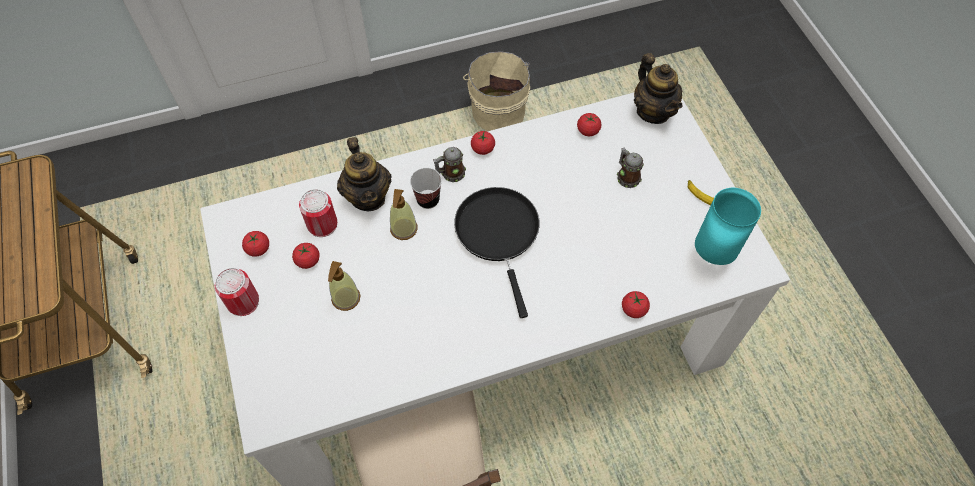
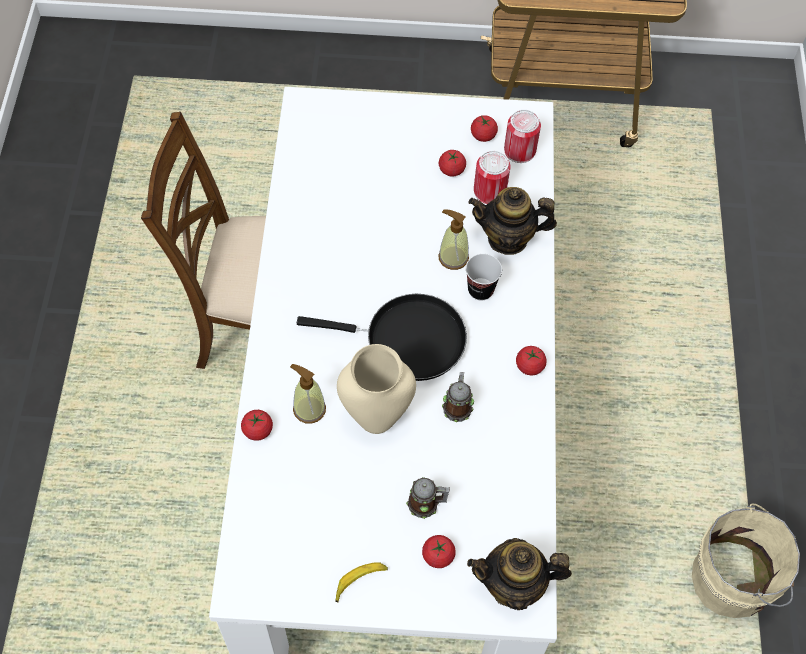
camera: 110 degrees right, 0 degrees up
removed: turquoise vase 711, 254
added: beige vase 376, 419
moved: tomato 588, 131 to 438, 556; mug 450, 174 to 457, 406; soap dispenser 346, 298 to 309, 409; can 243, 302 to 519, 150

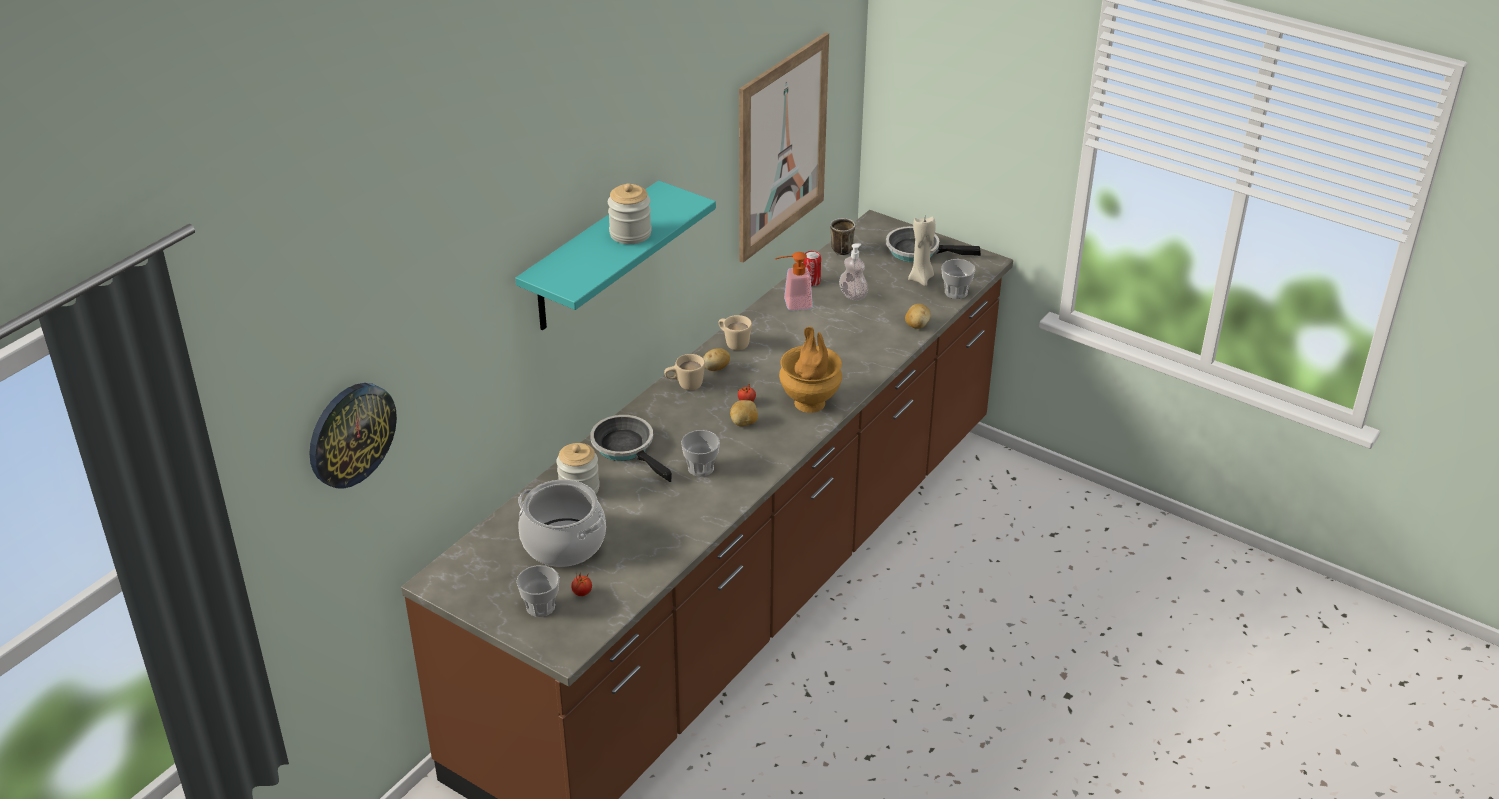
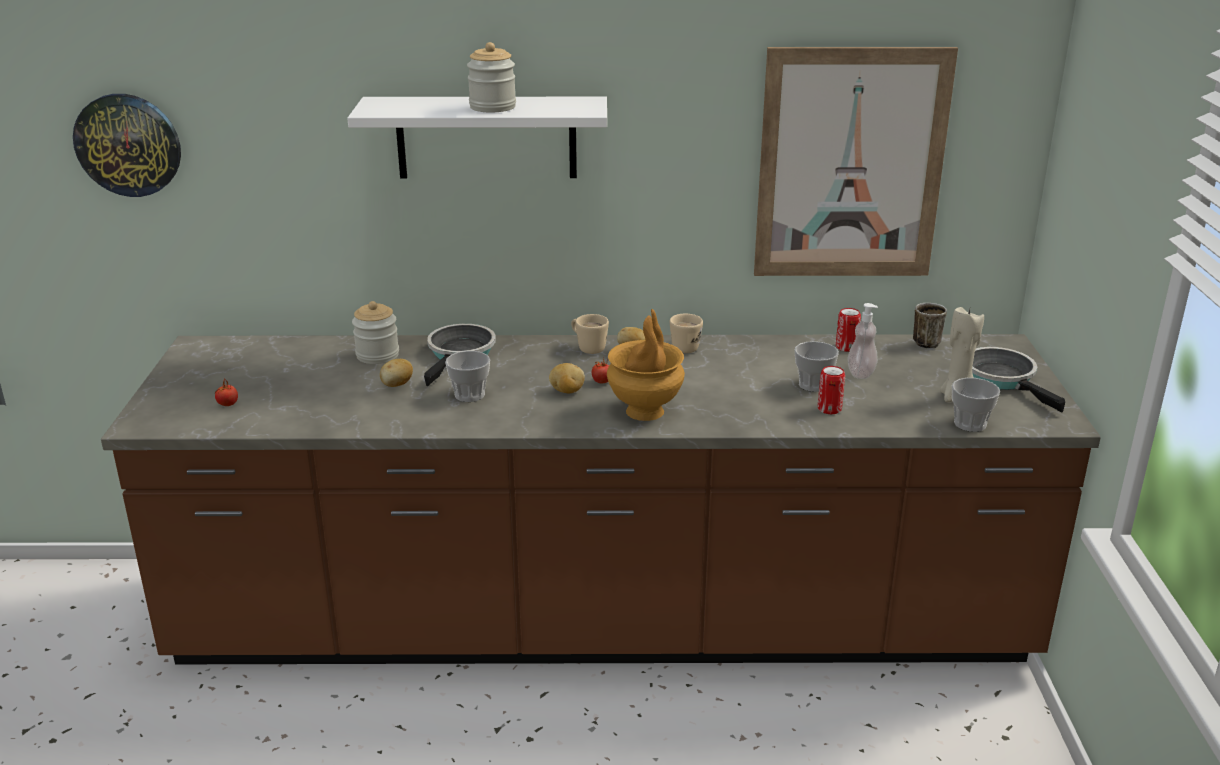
camera: 55 degrees right, 10 degrees down
removed: soap dispenser 792, 304; cooking pot 563, 543
added: can 829, 409
moved: potato 917, 325 to 397, 385; cup 540, 607 to 813, 385
recoloured: turquoise shelf 591, 259 to white shelf 486, 137

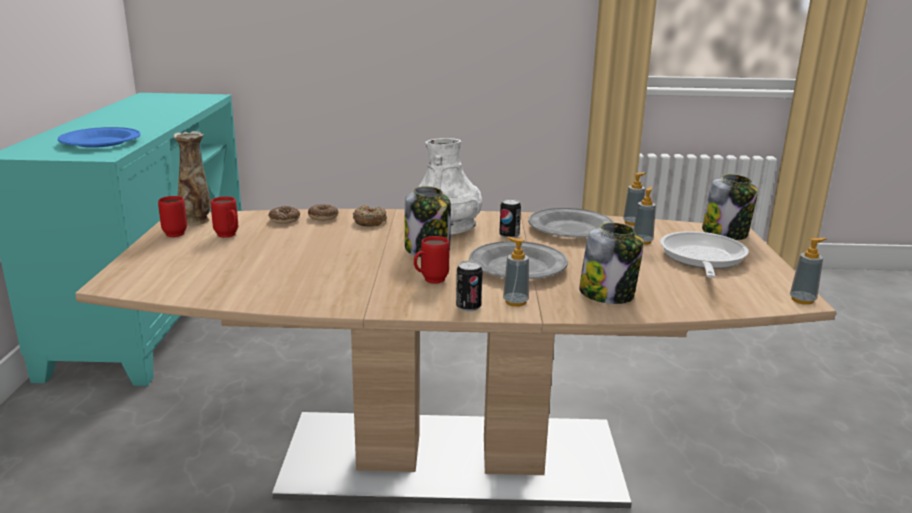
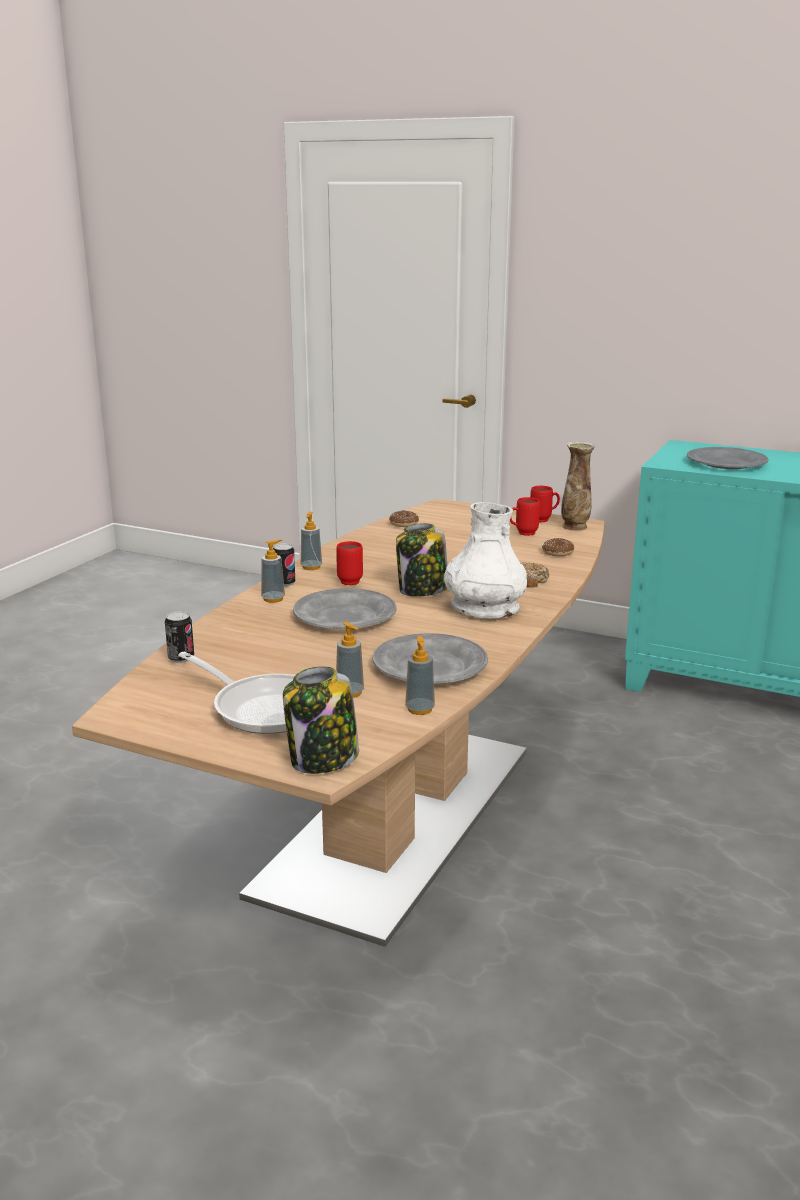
camera: 115 degrees right, 0 degrees up
removed: jar 608, 294
moved: can 509, 236 to 181, 658; donut 323, 217 to 404, 524; soap dispenser 802, 300 to 311, 567
recoloured: blue plate 100, 142 to grey plate 726, 463

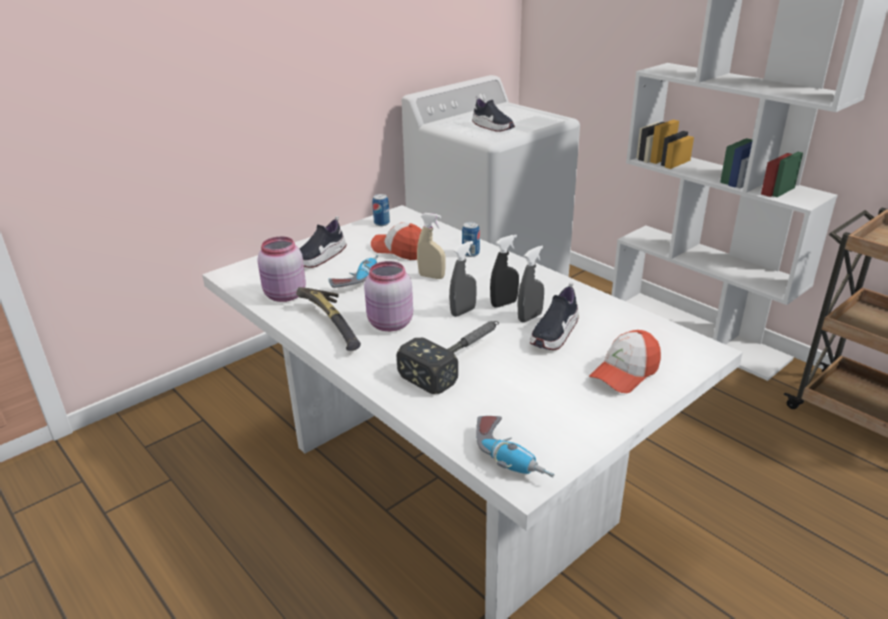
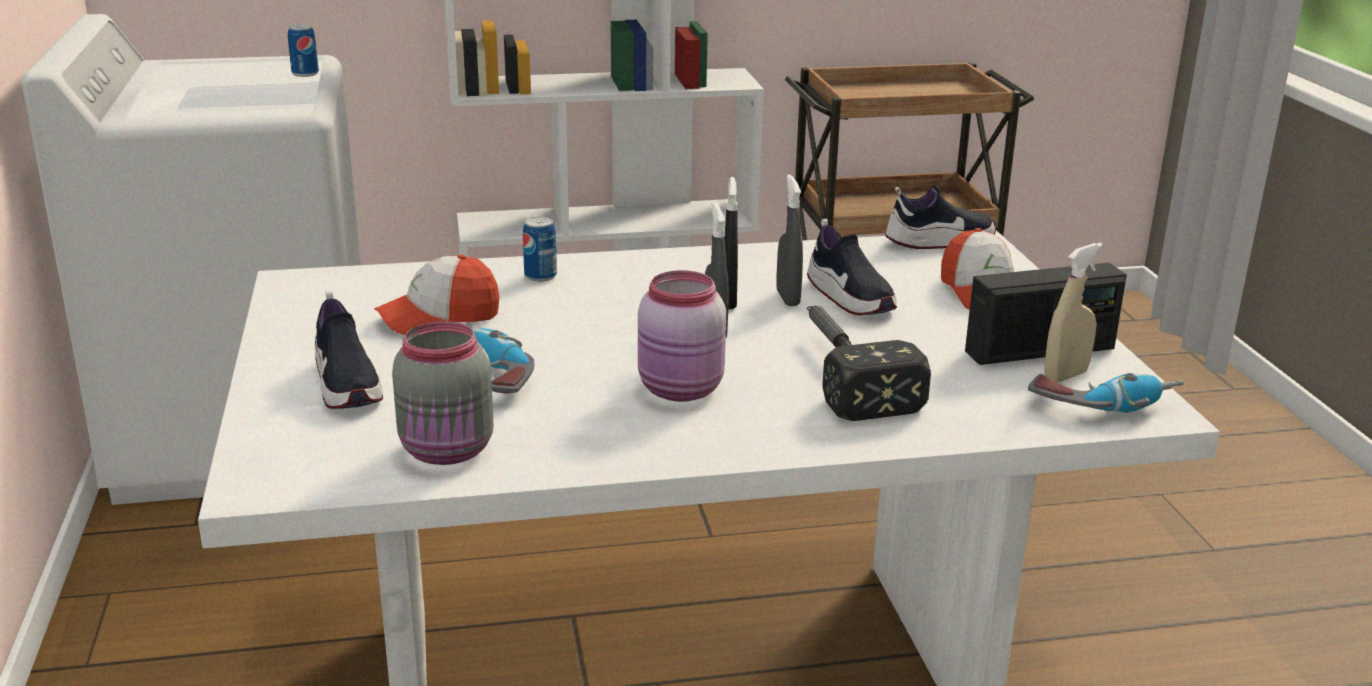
camera: 60 degrees left, 5 degrees down
removed: hammer 335, 325
added: radio 1040, 350
moved: shoe 492, 127 to 939, 242; can 382, 223 to 305, 74; beige spray bottle 431, 276 to 1065, 376
recoloured: pink jar 284, 296 to grey jar 449, 451

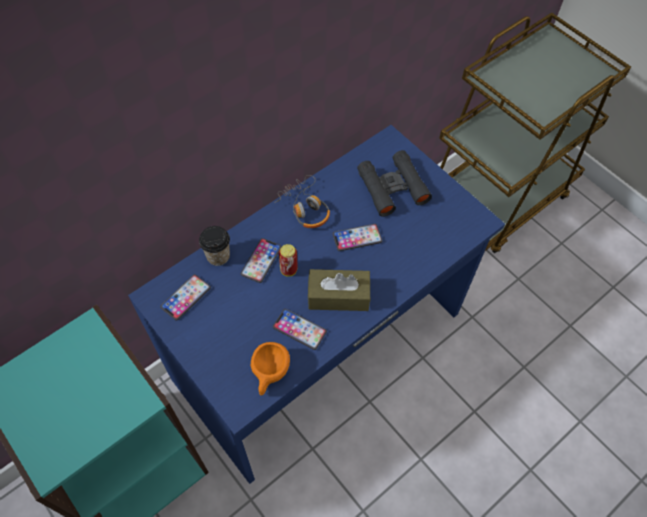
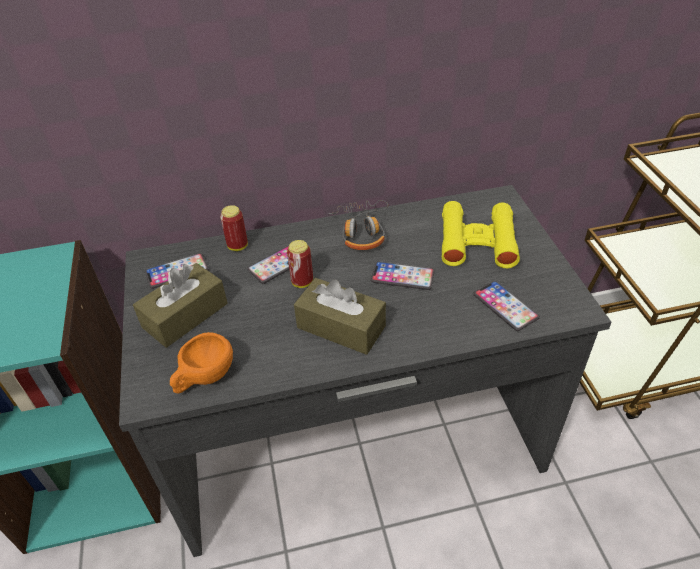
camera: 30 degrees right, 15 degrees down
added: brown tissue box 185, 315
moved: phone 299, 329 to 505, 306
replaced: cup 218, 256 to can 237, 246
recoloured: blue desk 320, 348 to grey desk 358, 441; black binoculars 392, 187 to yellow binoculars 477, 241

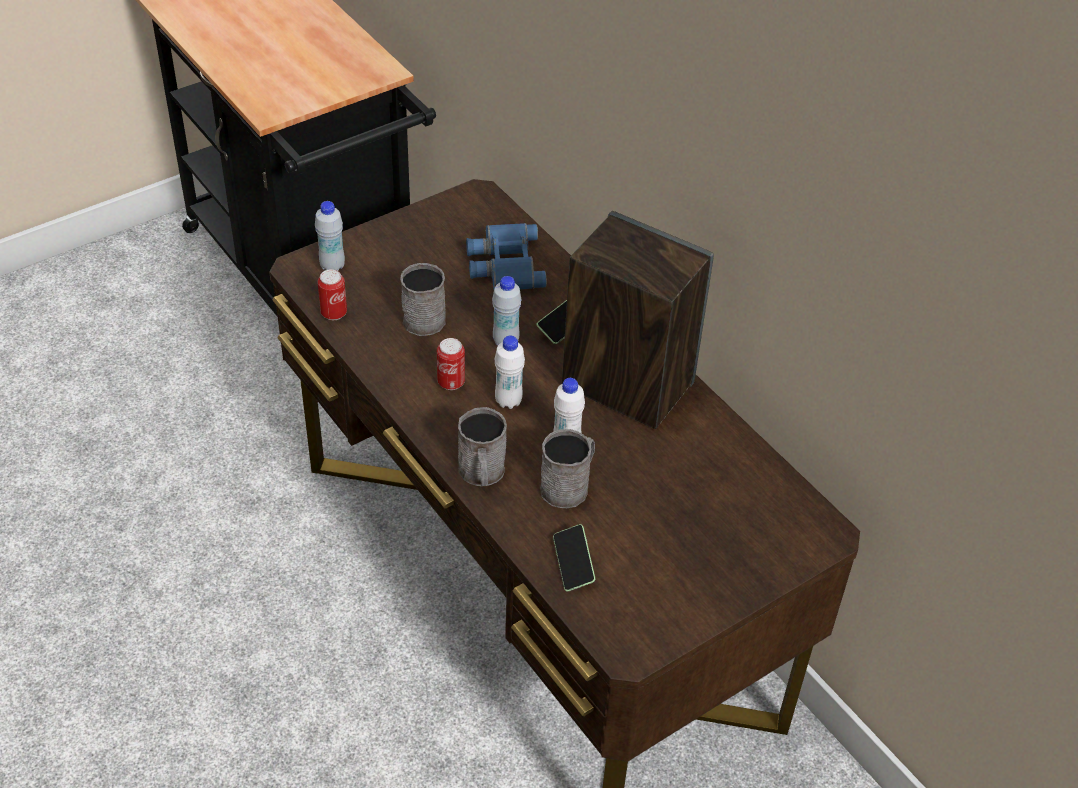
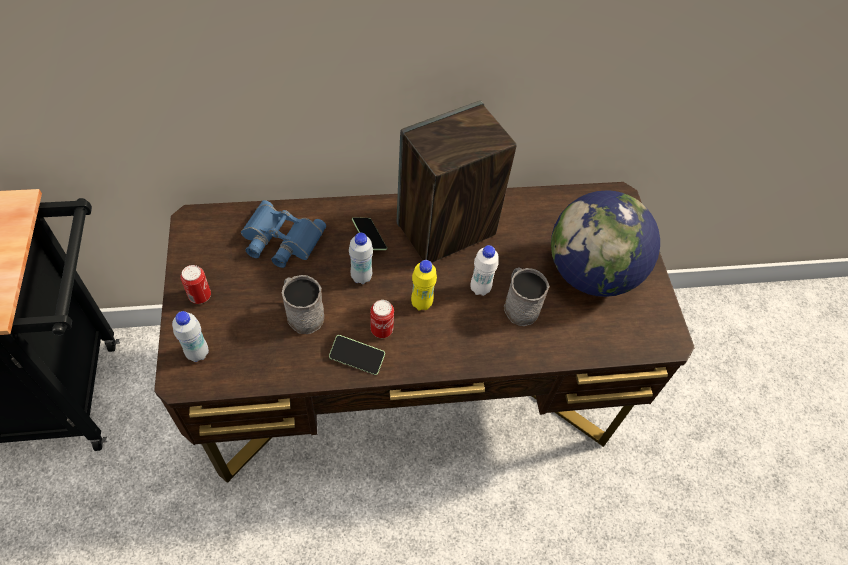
camera: 65 degrees left, 10 degrees up
removed: grey mug 482, 474
added: globe 591, 273
moved: can 334, 313 to 200, 296; phone 573, 563 to 357, 358
recoloured: white bottle 508, 401 to yellow bottle 421, 303

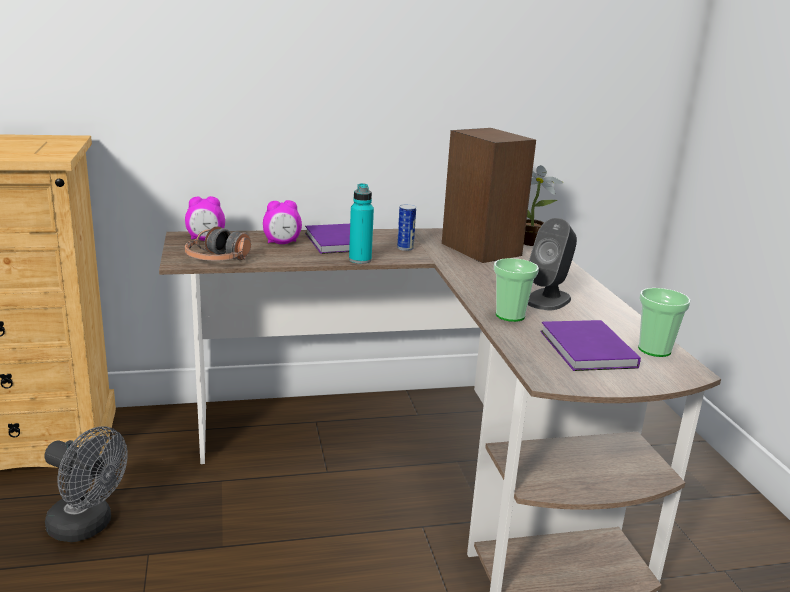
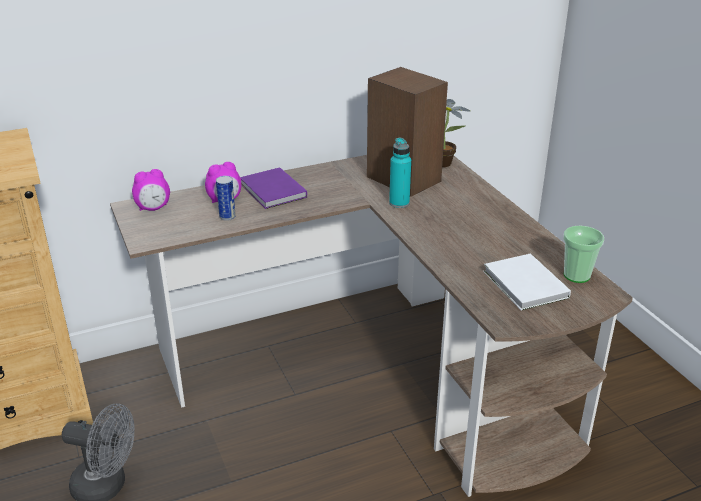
camera: 10 degrees left, 10 degrees up
removed: grey speaker 548, 299; headphones 218, 260; cup 510, 315
moved: turquoise bottle 360, 260 to 399, 203; can 405, 248 to 227, 217
recoloured: purple book 587, 350 to white book 525, 286

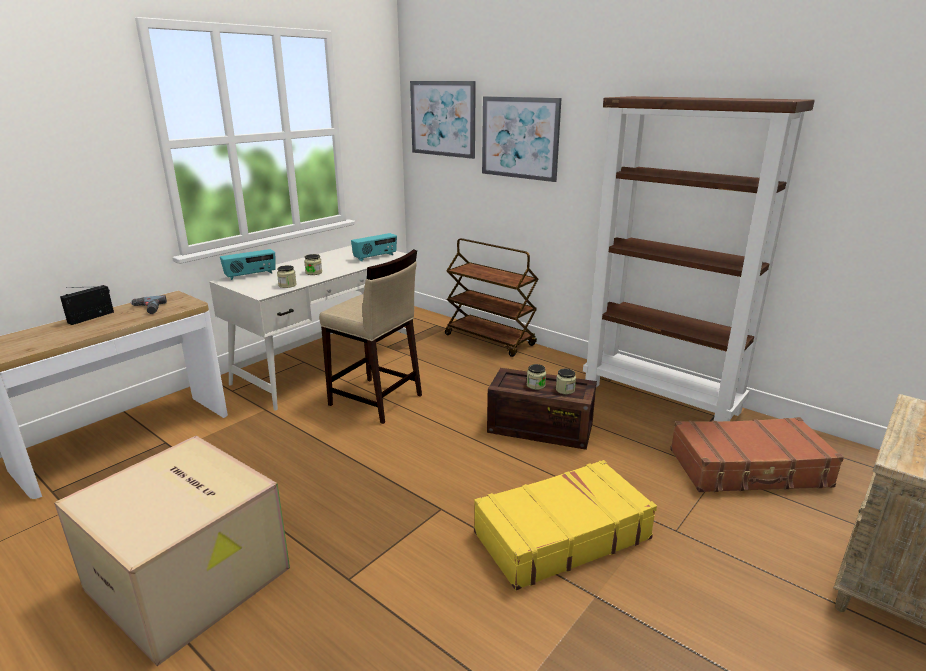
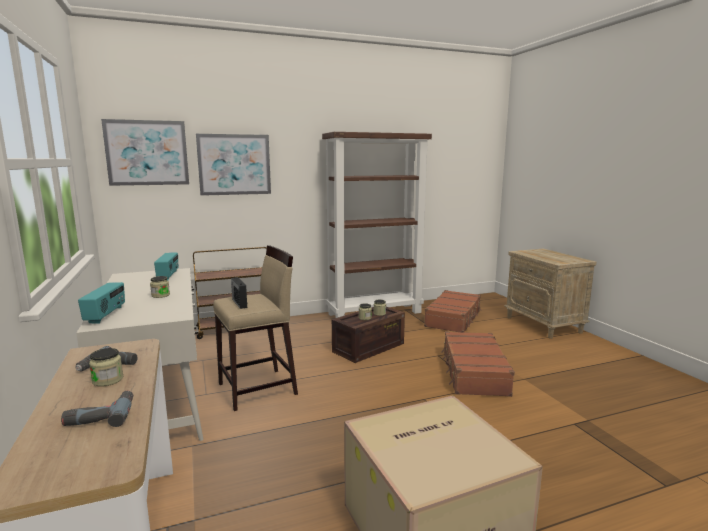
camera: 60 degrees left, 10 degrees down
added: power drill 100, 415
moved: jar 287, 285 to 108, 380; radio 92, 317 to 239, 303
recoloured: yellow suitcase 560, 535 to brown suitcase 473, 372

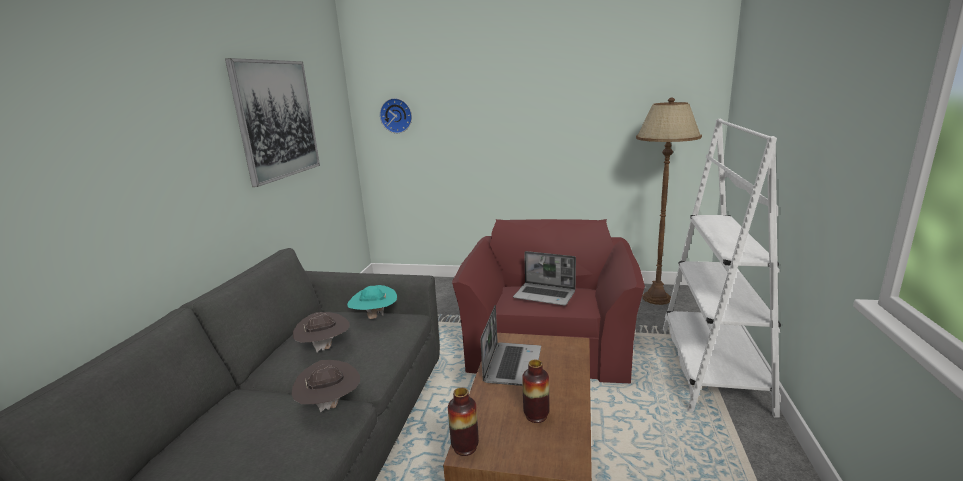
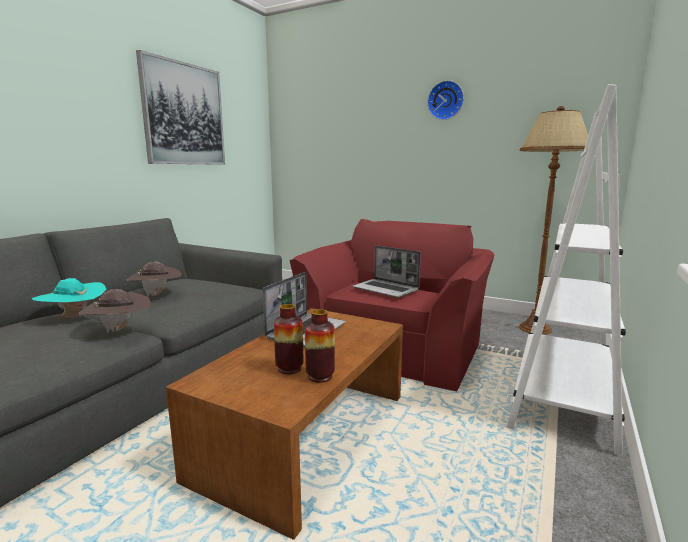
camera: 15 degrees right, 5 degrees down
moved: wall clock 396, 115 to 446, 100; turquoise hat 374, 317 to 74, 317; vase 465, 447 to 320, 376

